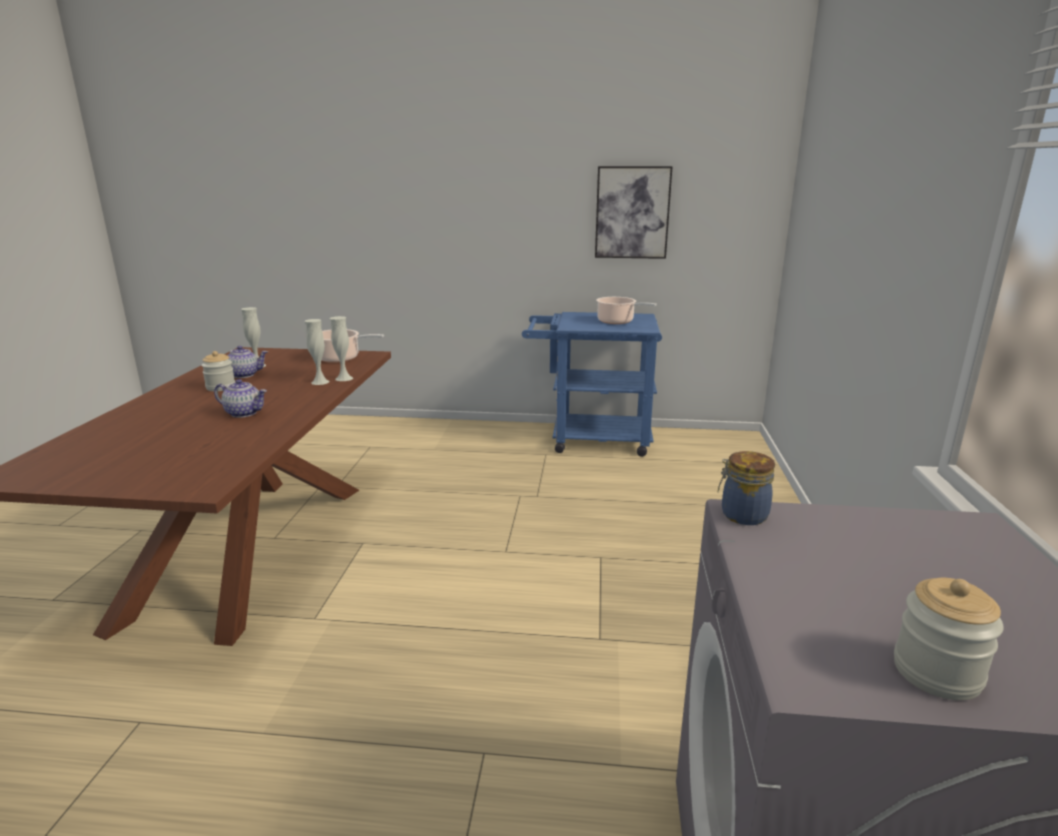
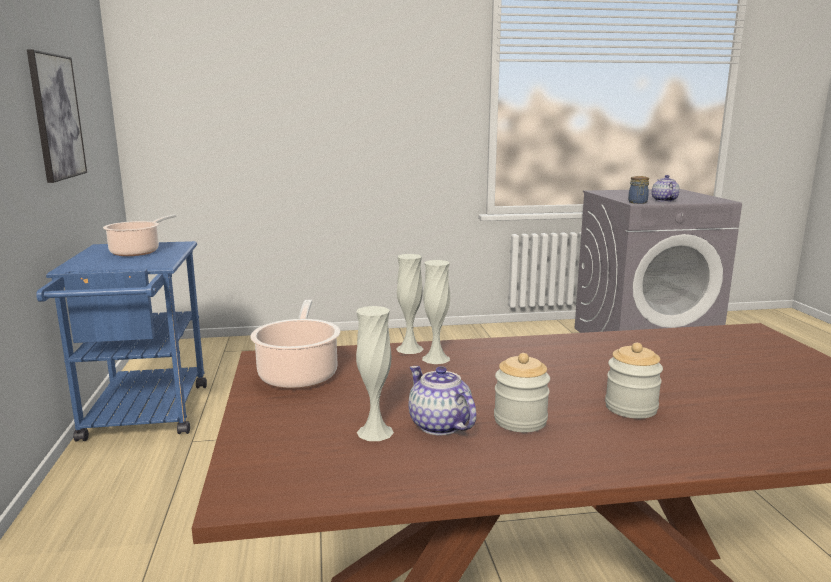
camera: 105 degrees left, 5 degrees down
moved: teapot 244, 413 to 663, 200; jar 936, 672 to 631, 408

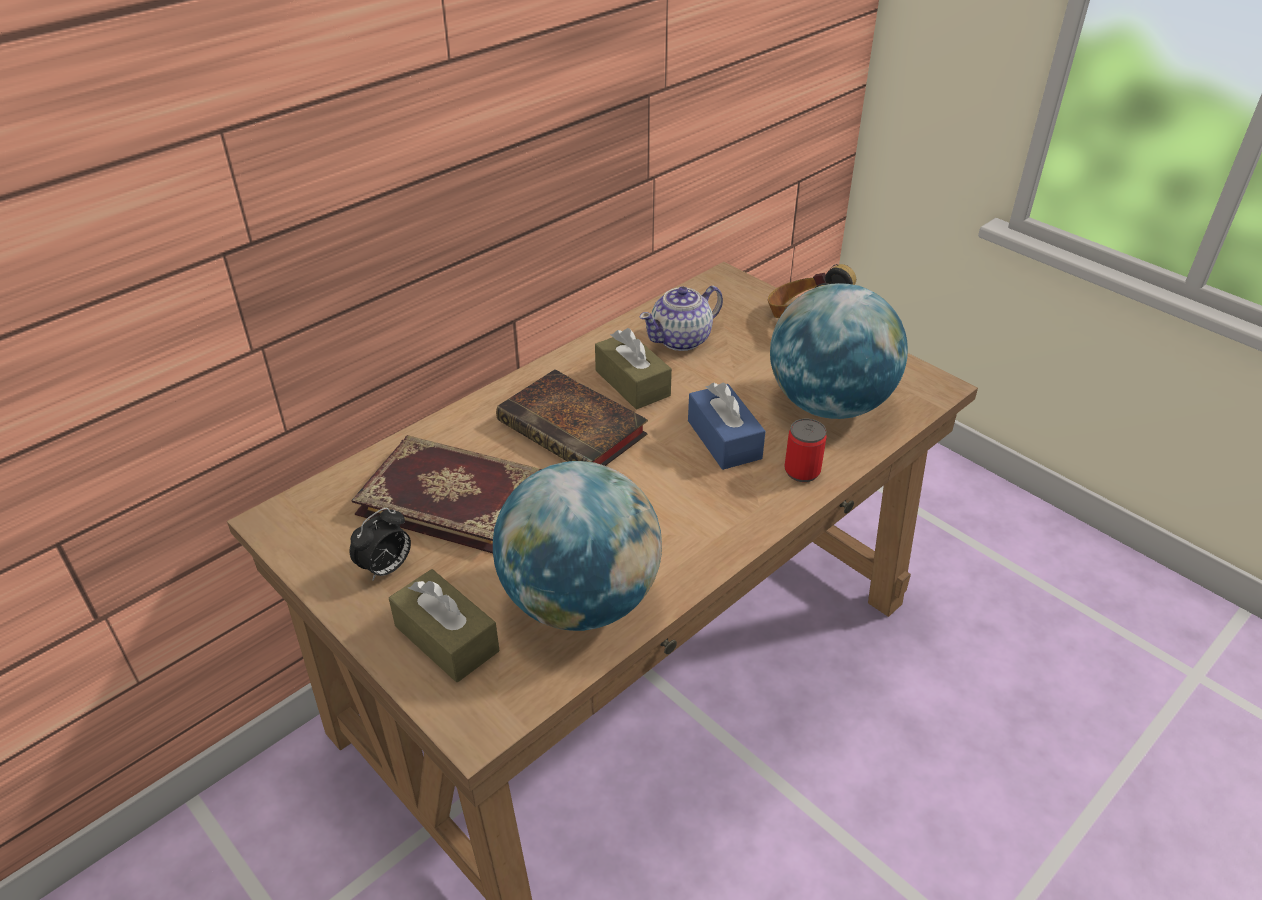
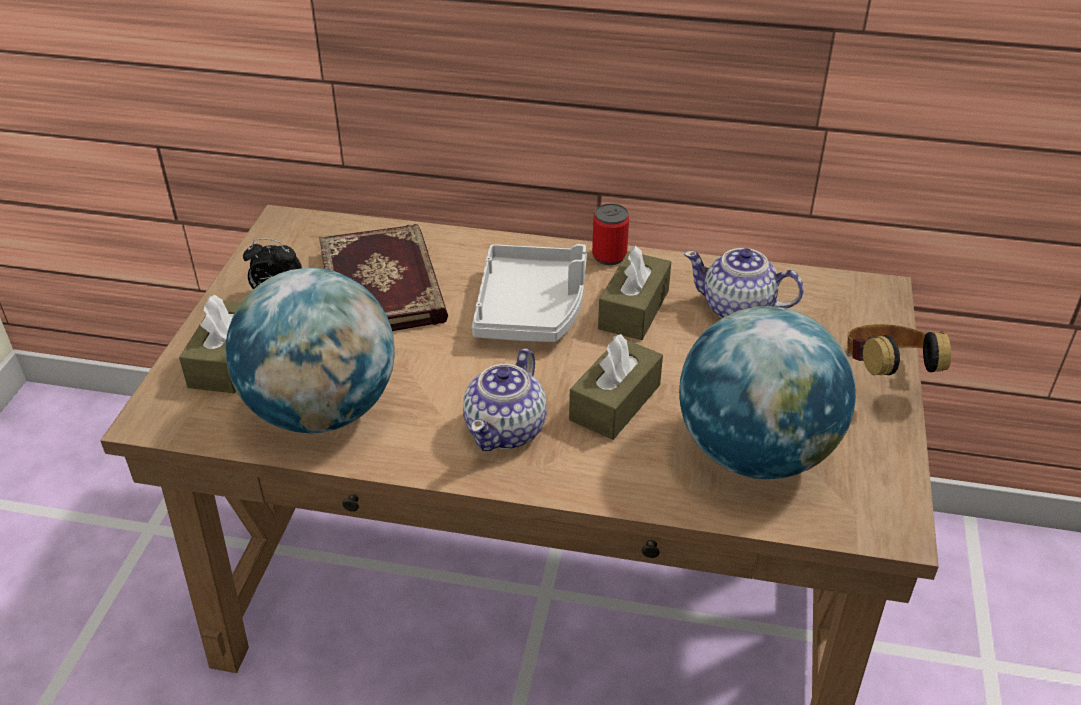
camera: 55 degrees right, 0 degrees up
added: teapot 507, 429
moved: can 802, 471 to 609, 256
replaced: book 576, 429 to grey tray 532, 308
recoloured: blue tissue box 724, 439 to brown tissue box 615, 402

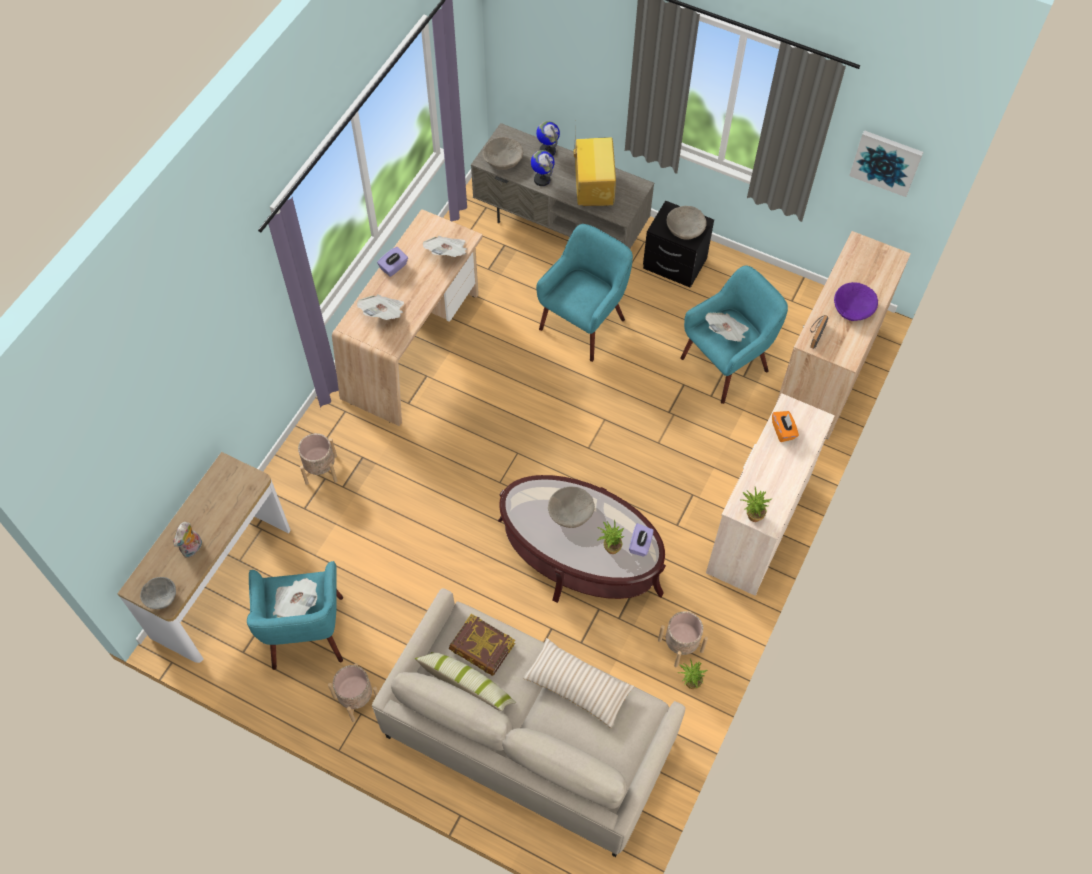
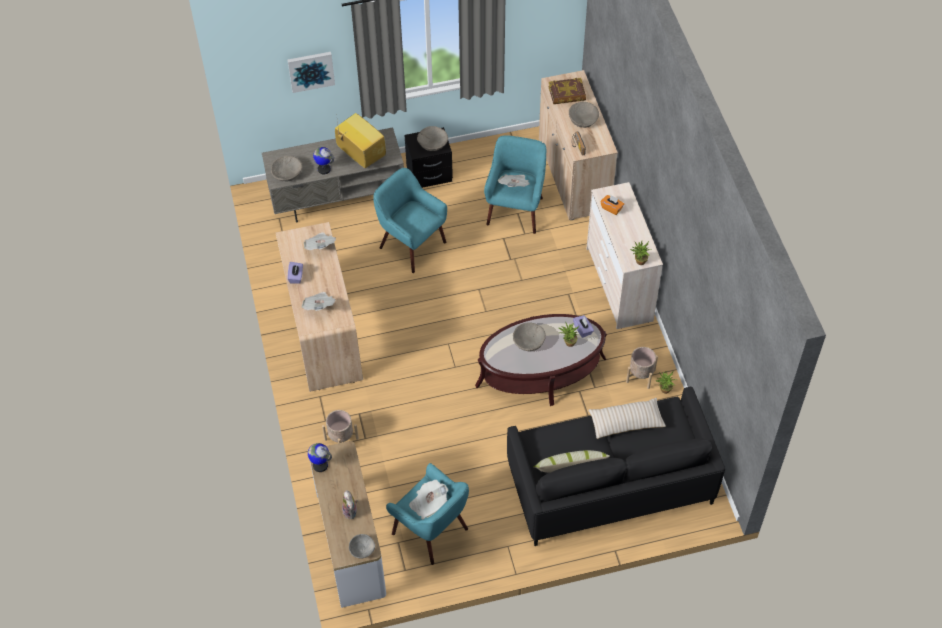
camera: 40 degrees left, 5 degrees down
removed: beige planter 357, 699
moved: globe 547, 150 to 320, 465; picture 886, 162 to 311, 71; book 482, 647 to 567, 94
recoloured: purple bowl 853, 308 to beige bowl 583, 119; beige sofa 529, 735 to black sofa 609, 483
turned: turquoise armchair 583, 324 = 411, 245 45 degrees counterclockwise

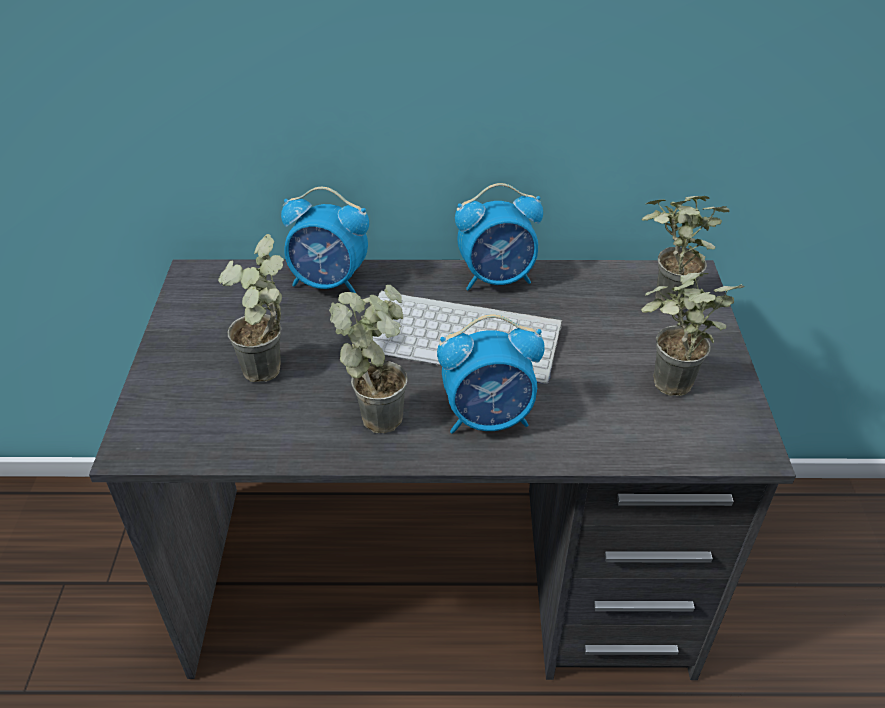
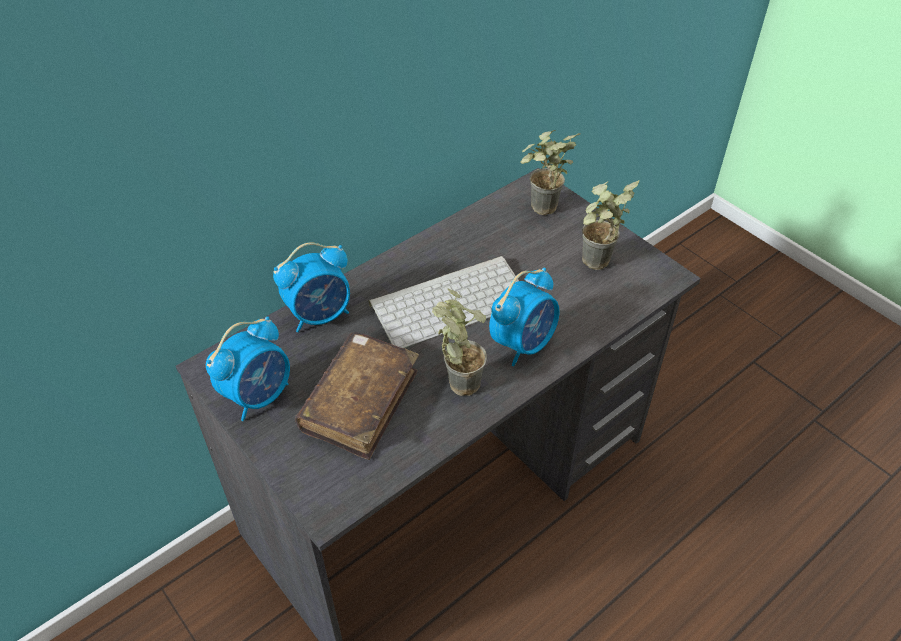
camera: 40 degrees left, 5 degrees up
moved: alarm clock 497, 279 to 259, 395
replaced: potted plant 270, 376 to brown book 360, 402

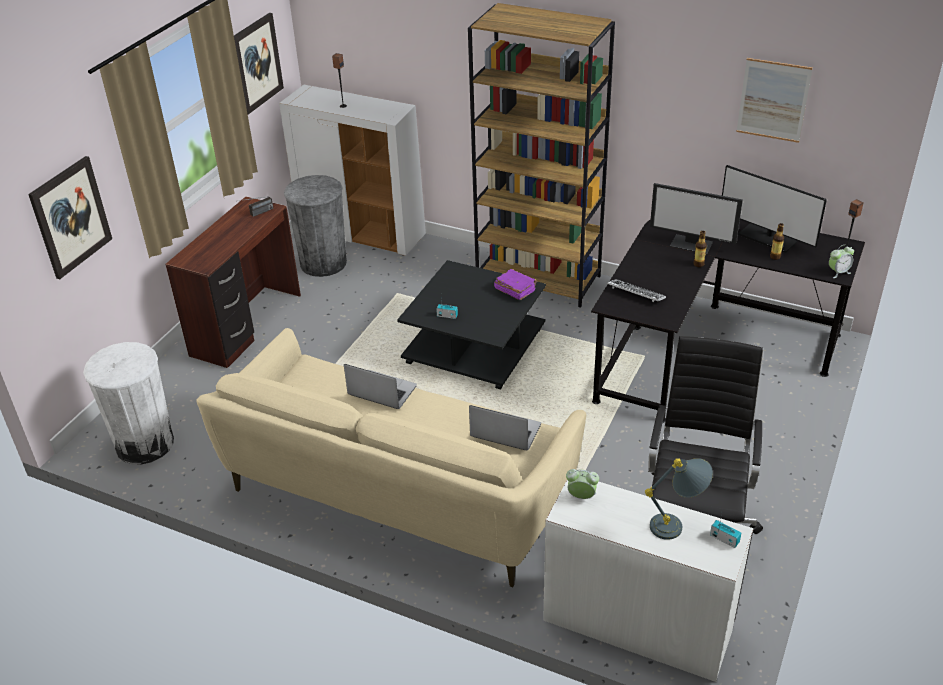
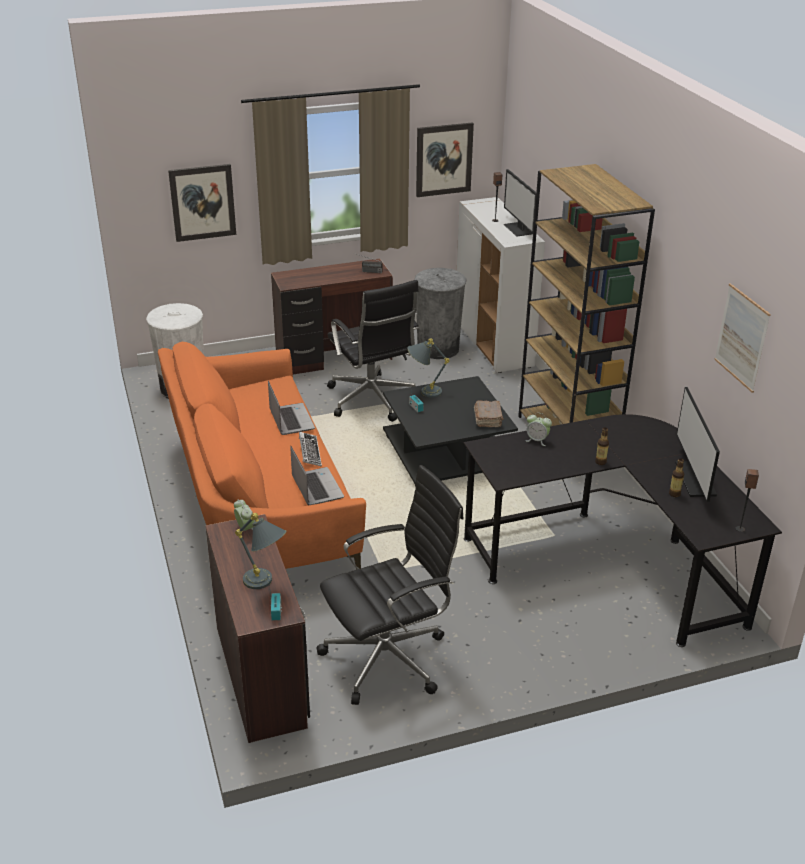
camera: 45 degrees right, 5 degrees down
added: black office chair 372, 400; grey table lamp 423, 392
moved: monitor 692, 244 to 519, 229; alarm clock 838, 272 to 537, 440; keyboard 635, 294 to 309, 452
recoloured: purple book 515, 290 to brown book 488, 419; beige sofa 397, 493 to orange sofa 259, 502; white desk 637, 623 to brown desk 262, 675

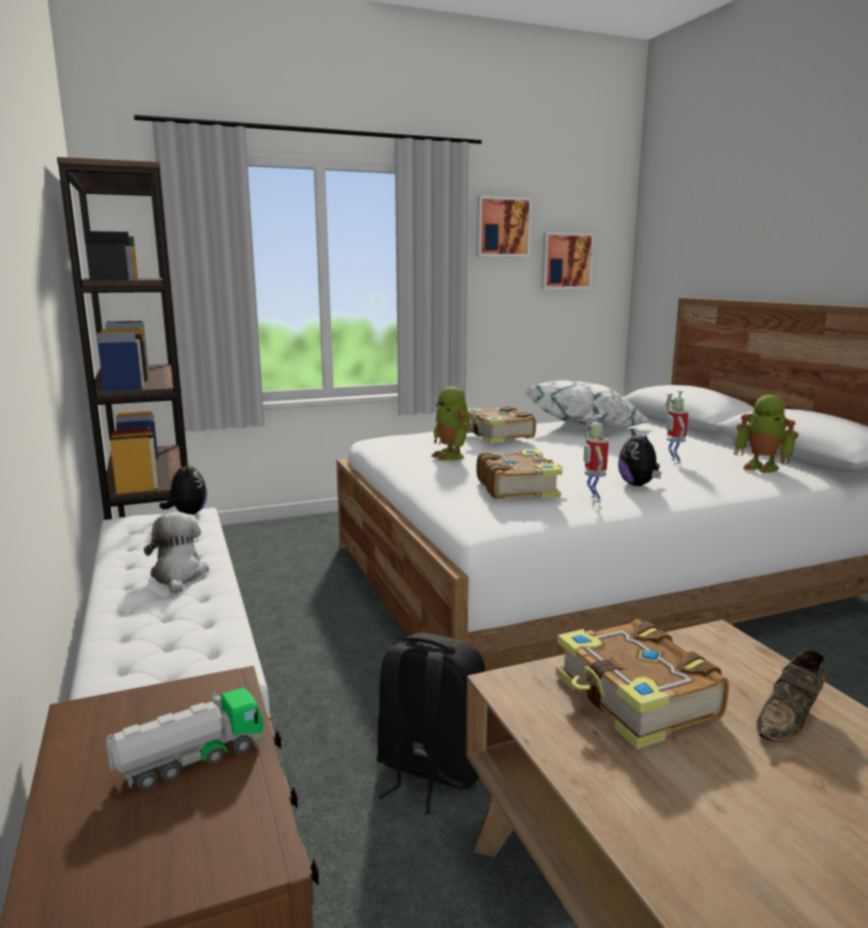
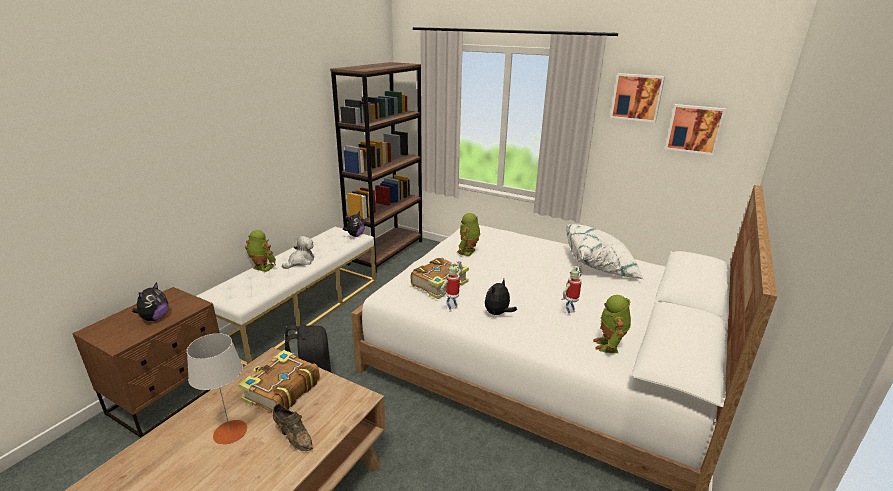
camera: 50 degrees right, 10 degrees up
removed: book 497, 435
added: toy robot 262, 268; grey table lamp 230, 432
replaced: toy truck 191, 760 to plush toy 154, 318
turned: brown shoe 790, 719 = 293, 436 150 degrees counterclockwise

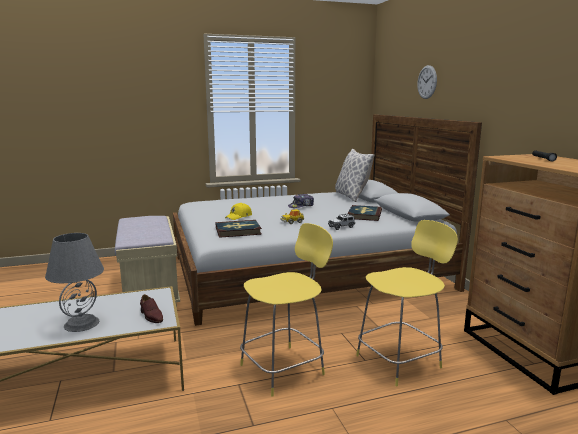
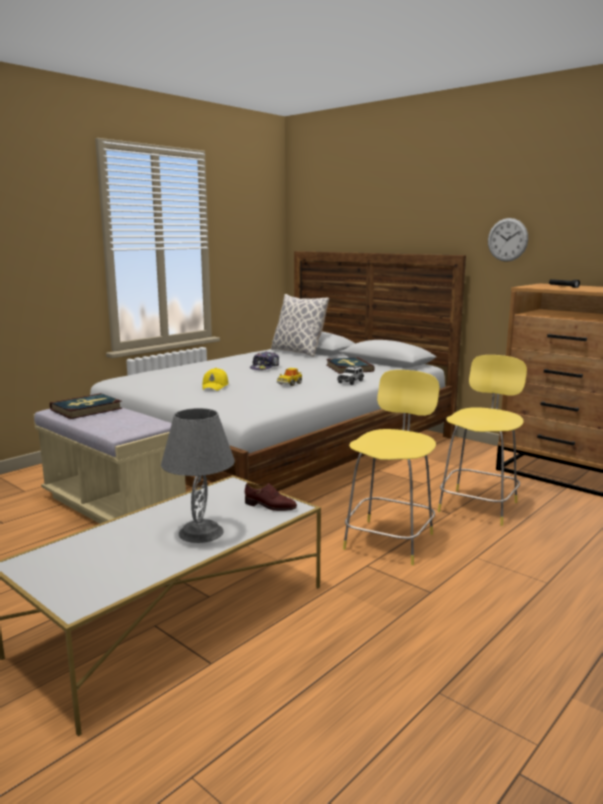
camera: 30 degrees left, 0 degrees up
moved: wall clock 427, 82 to 507, 239; book 238, 231 to 86, 409

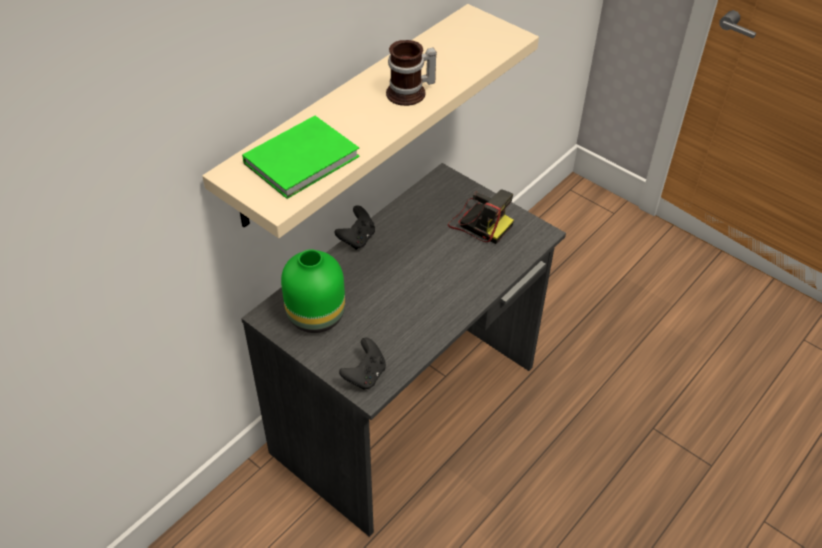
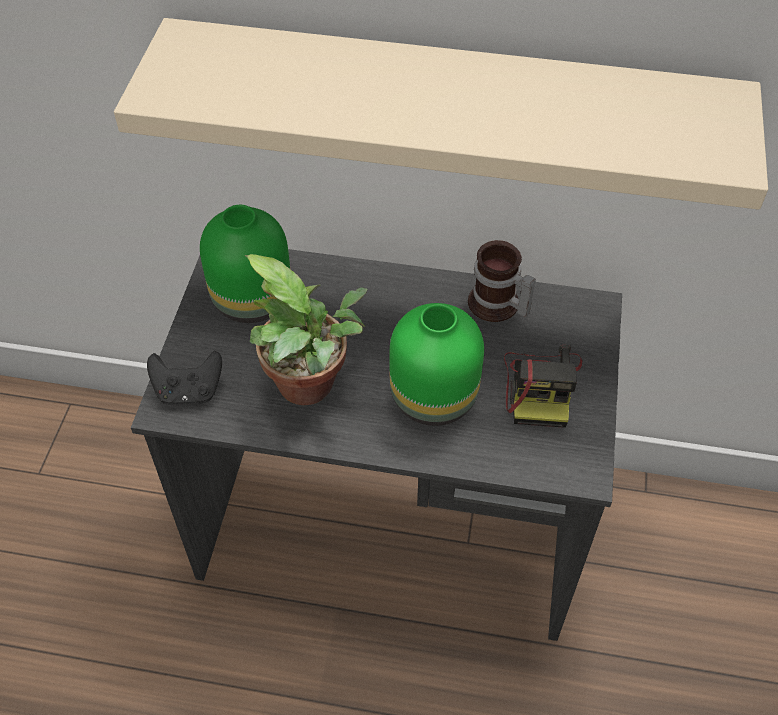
camera: 60 degrees right, 5 degrees up
removed: green book 305, 159; black game controller 357, 239
added: potted plant 311, 388; green vase 434, 399
moved: mug 410, 94 to 496, 307

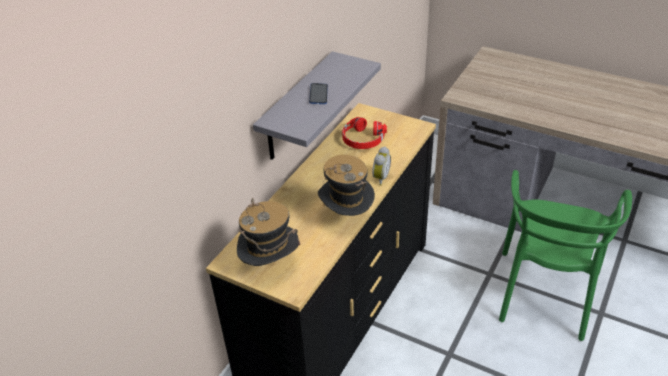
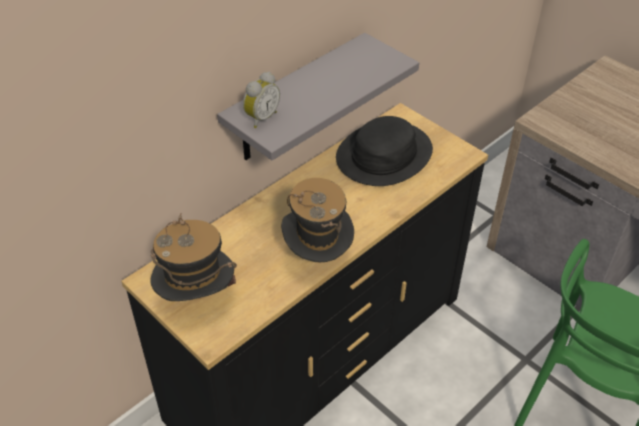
camera: 15 degrees right, 5 degrees up
removed: phone 318, 94
moved: alarm clock 380, 178 to 260, 118
replaced: red headphones 362, 139 to black hat 383, 155

